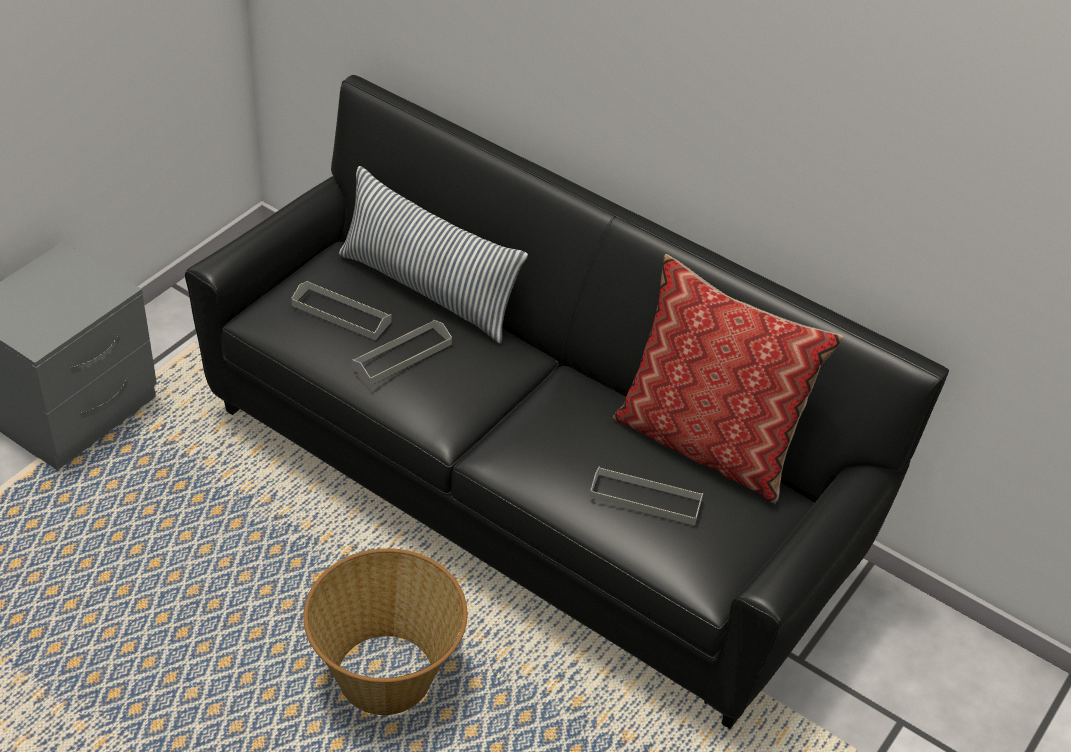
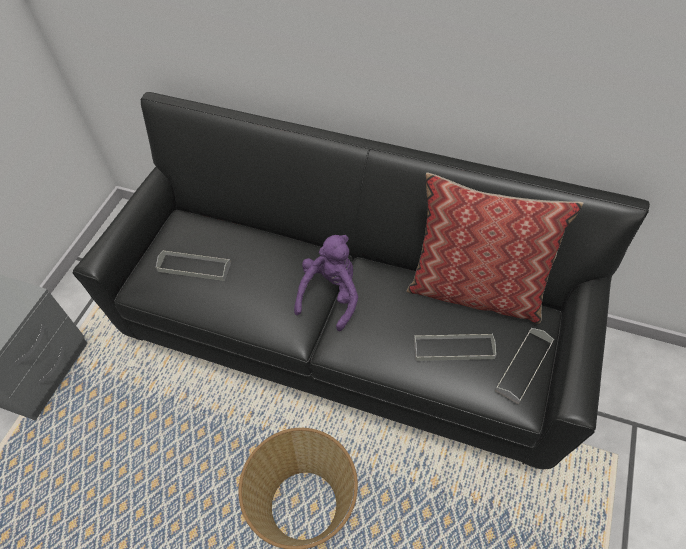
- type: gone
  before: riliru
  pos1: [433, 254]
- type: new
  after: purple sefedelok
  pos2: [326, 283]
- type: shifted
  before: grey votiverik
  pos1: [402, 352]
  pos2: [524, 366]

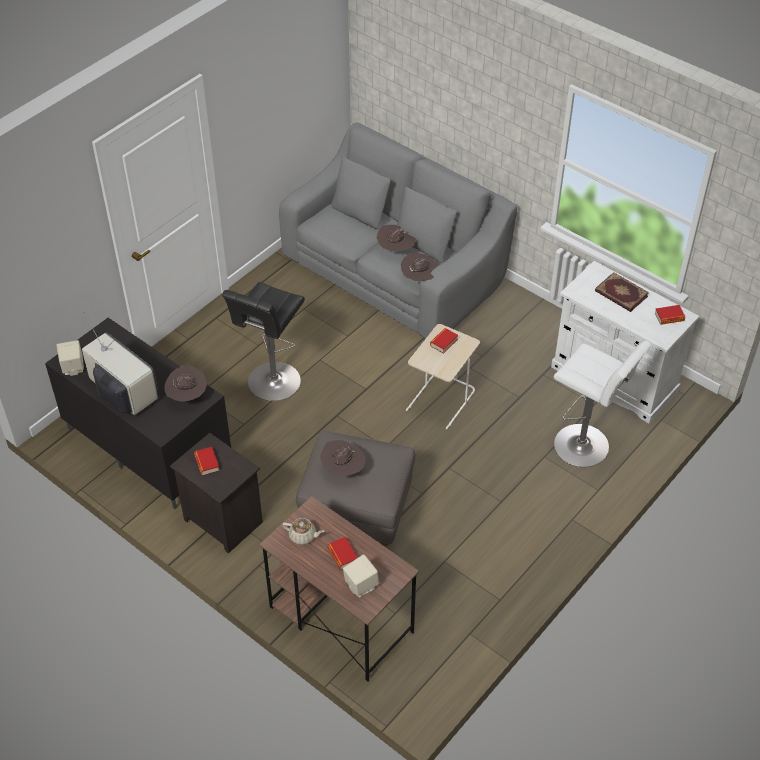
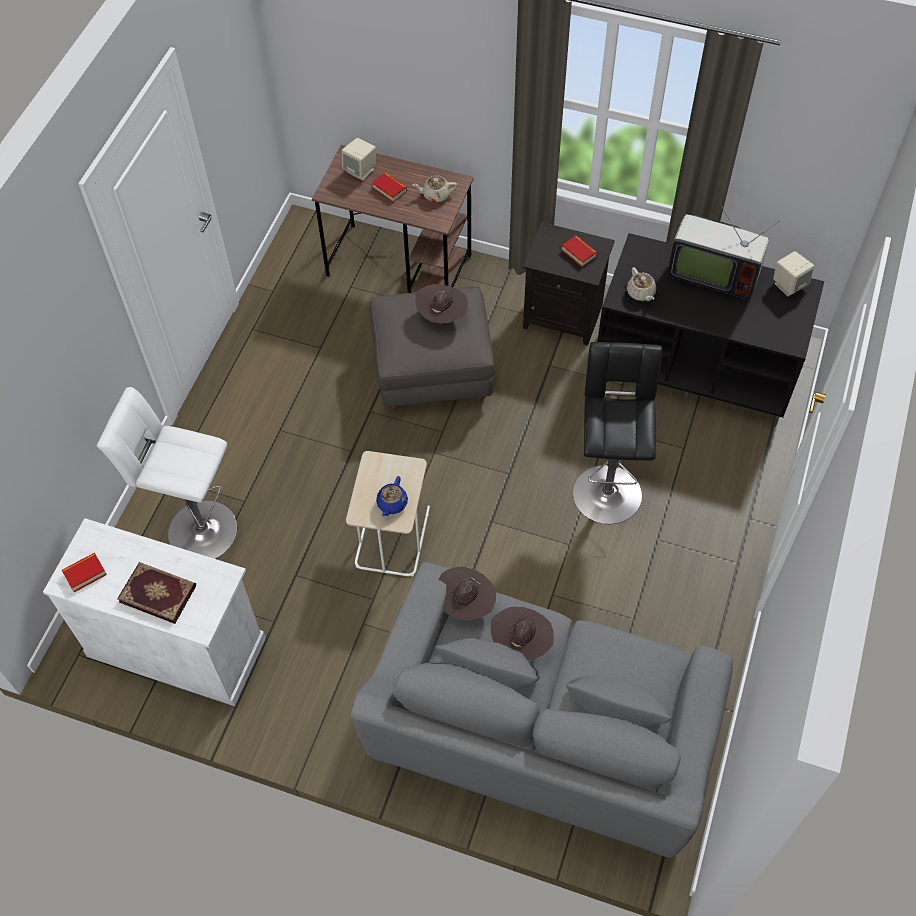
- type: swapped
  before: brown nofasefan
  after: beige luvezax
  pos1: [185, 383]
  pos2: [641, 284]
- type: swapped
  before: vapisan
  after: blue luvezax
  pos1: [444, 341]
  pos2: [392, 496]

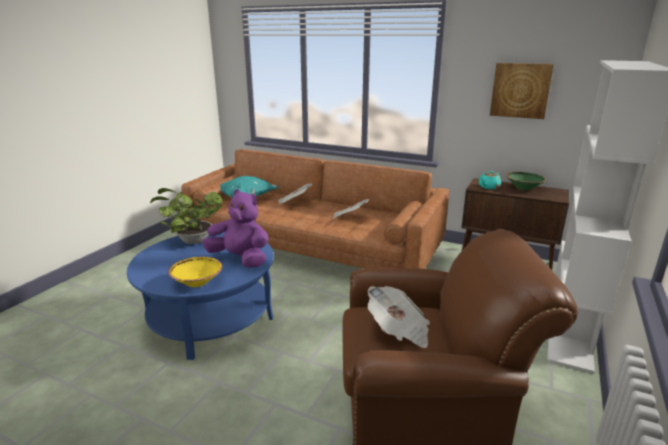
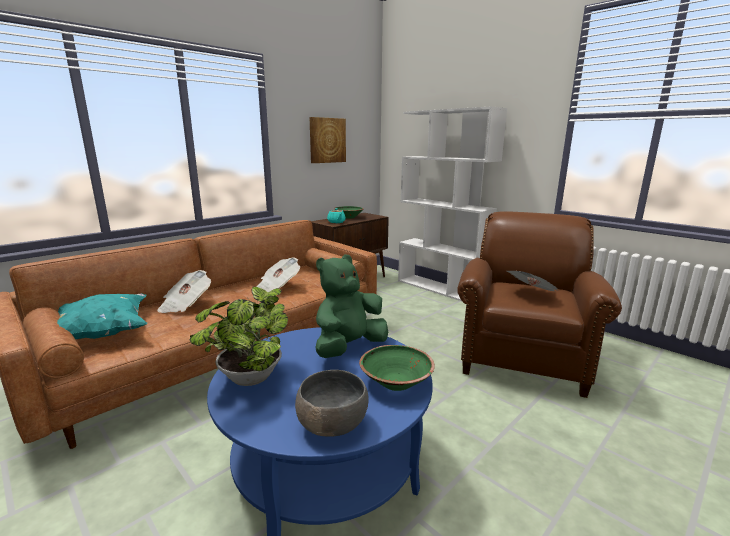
- type: new
  after: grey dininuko
  pos2: [332, 403]
- type: repainted
  before: yellow dininuko
  after: green dininuko
  pos1: [195, 272]
  pos2: [397, 368]
- type: repainted
  before: purple sefedelok
  after: green sefedelok
  pos1: [235, 228]
  pos2: [351, 306]

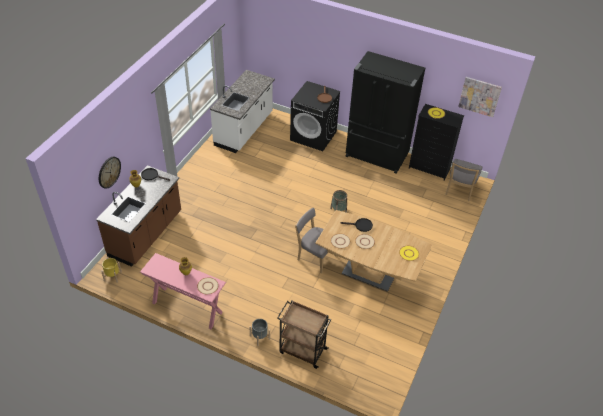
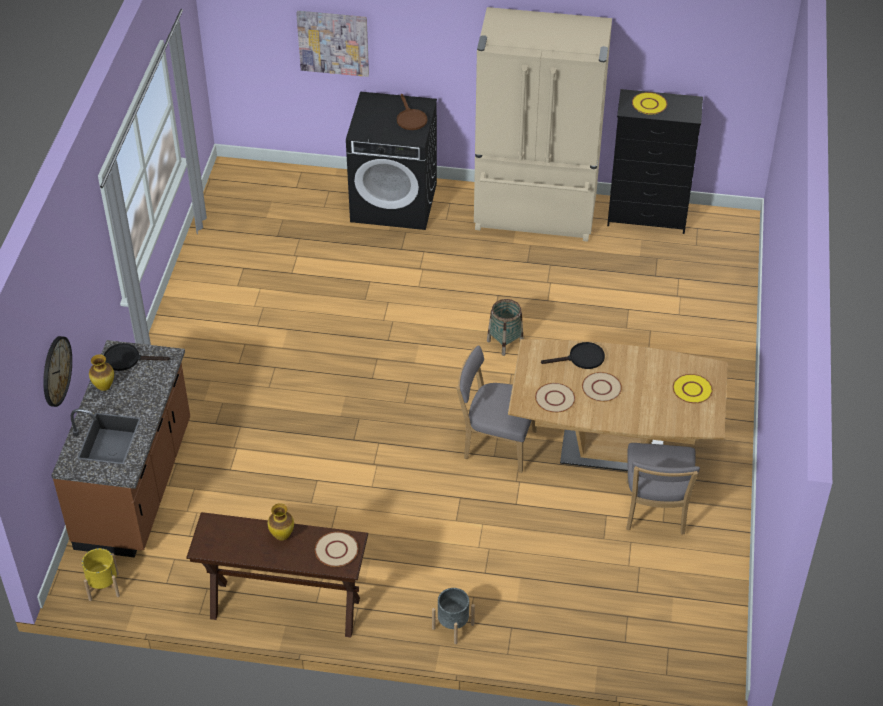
- type: gone
  before: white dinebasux
  pos1: [242, 111]
- type: gone
  before: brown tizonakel
  pos1: [304, 334]
- type: shifted
  before: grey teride
  pos1: [464, 180]
  pos2: [663, 489]
- type: shifted
  before: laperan
  pos1: [480, 97]
  pos2: [332, 44]
- type: repainted
  before: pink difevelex
  after: brown difevelex
  pos1: [183, 291]
  pos2: [277, 574]
- type: repainted
  before: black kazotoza
  after: beige kazotoza
  pos1: [385, 112]
  pos2: [543, 124]

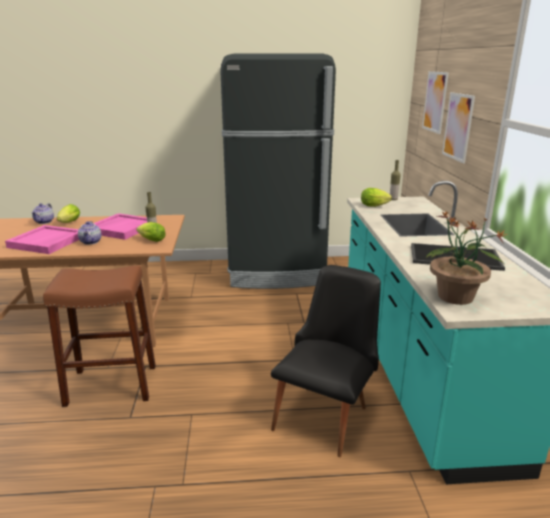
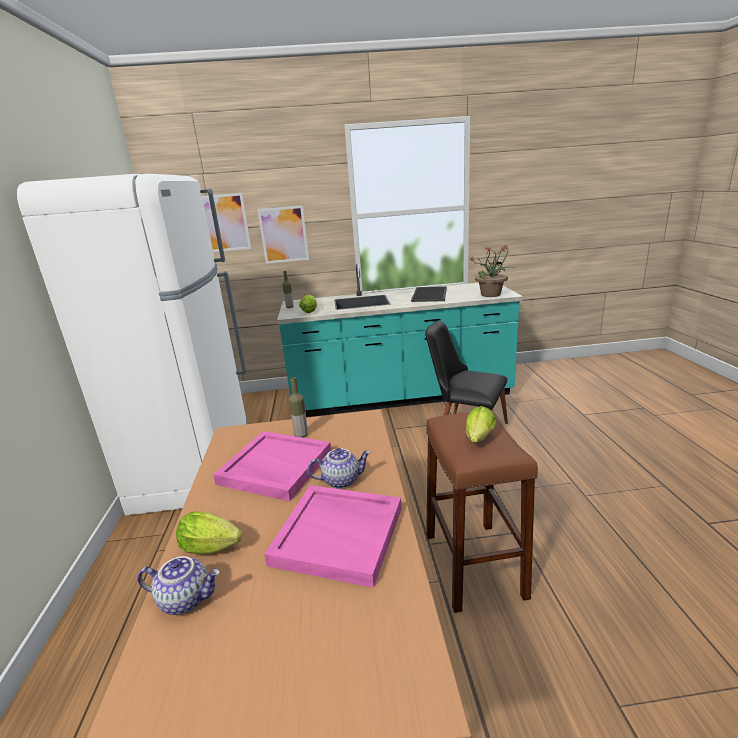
- type: shifted
  before: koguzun
  pos1: [151, 232]
  pos2: [481, 424]
- type: repainted
  before: black kazotoza
  after: white kazotoza
  pos1: [278, 171]
  pos2: [132, 344]

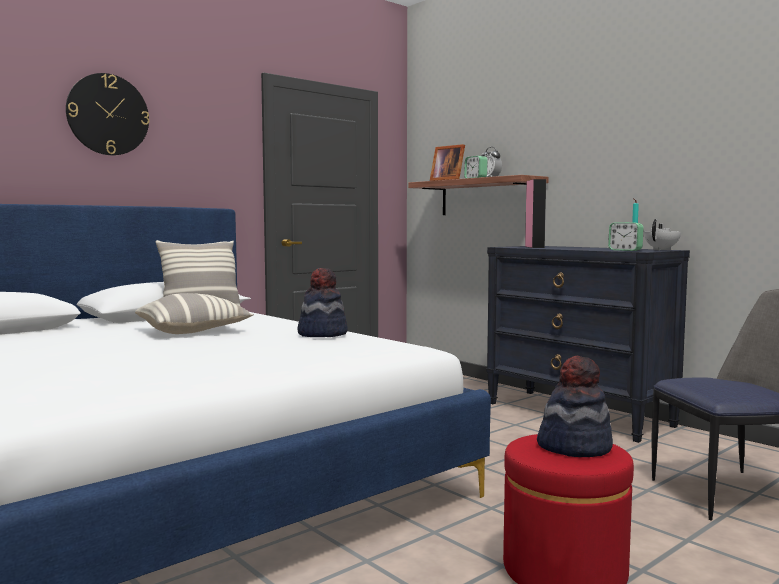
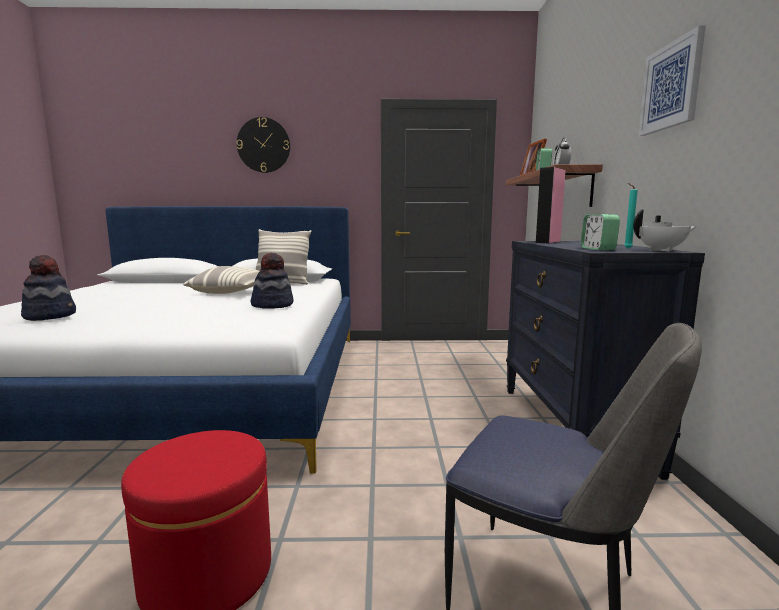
- type: new
  after: laperan
  pos2: [672, 80]
- type: shifted
  before: nofasefan
  pos1: [575, 406]
  pos2: [48, 288]

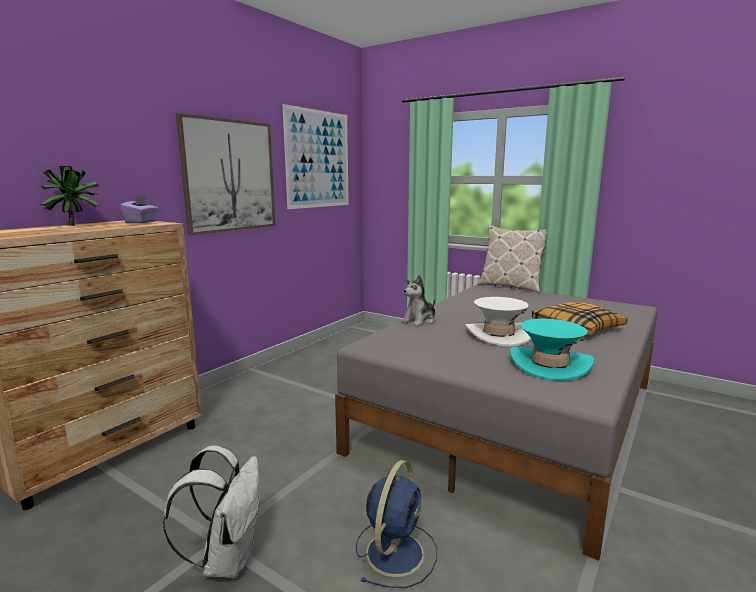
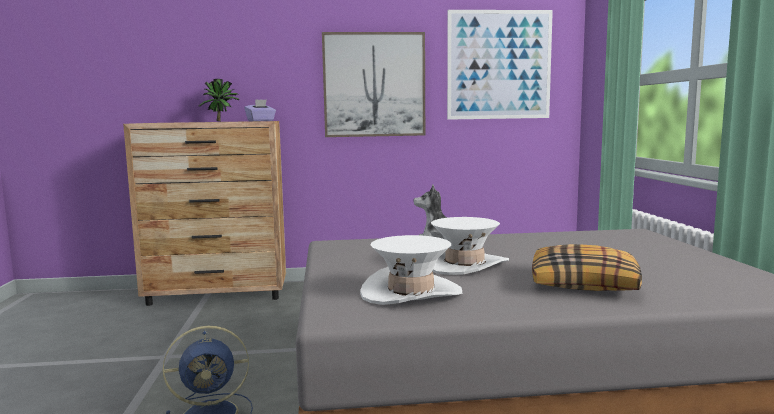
- type: gone
  before: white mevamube
  pos1: [211, 511]
- type: gone
  before: riliru
  pos1: [512, 259]
- type: repainted
  before: turquoise nofasefan
  after: white nofasefan
  pos1: [552, 350]
  pos2: [411, 270]

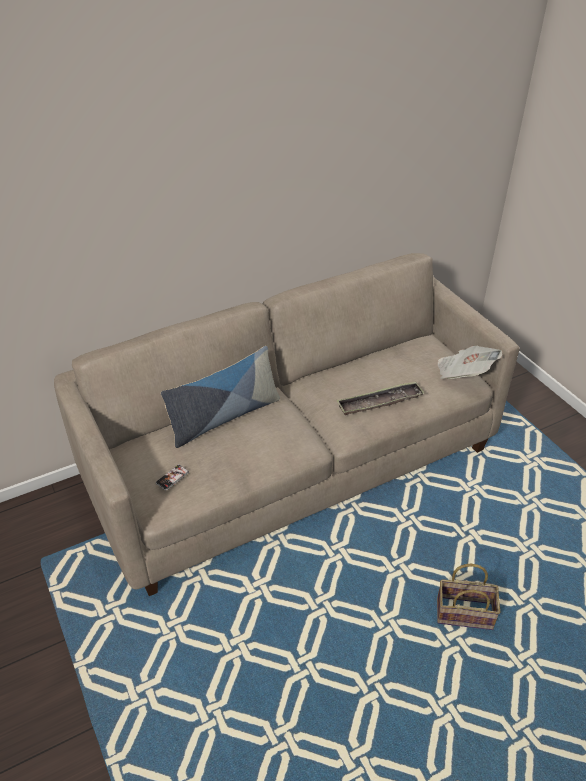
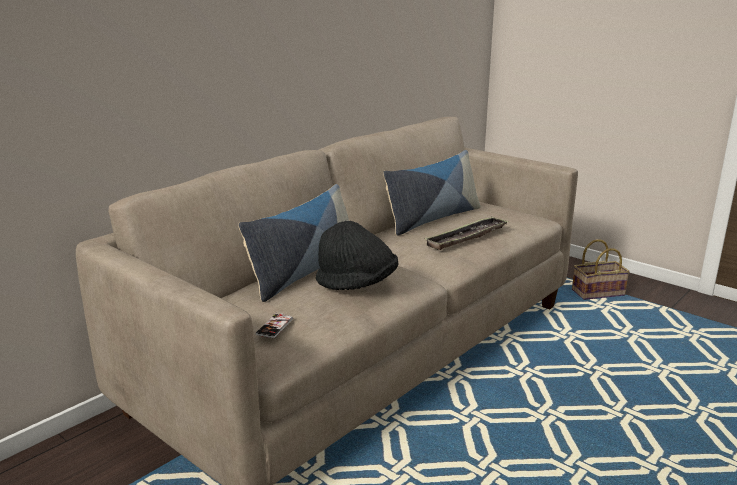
- type: gone
  before: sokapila
  pos1: [470, 362]
- type: new
  after: black nofasefan
  pos2: [357, 255]
- type: new
  after: riliru
  pos2: [432, 193]
- type: shifted
  before: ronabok
  pos1: [468, 597]
  pos2: [601, 269]

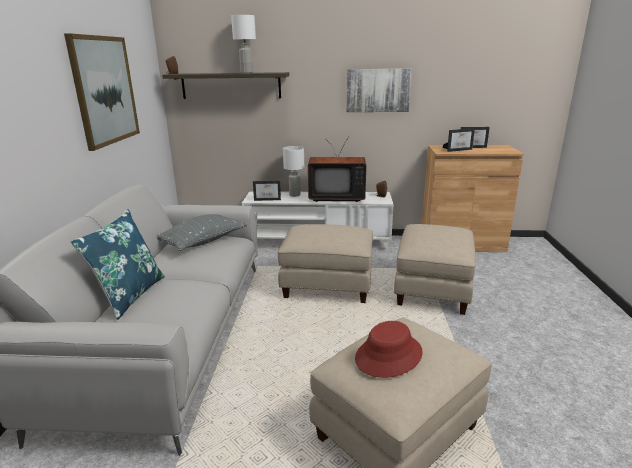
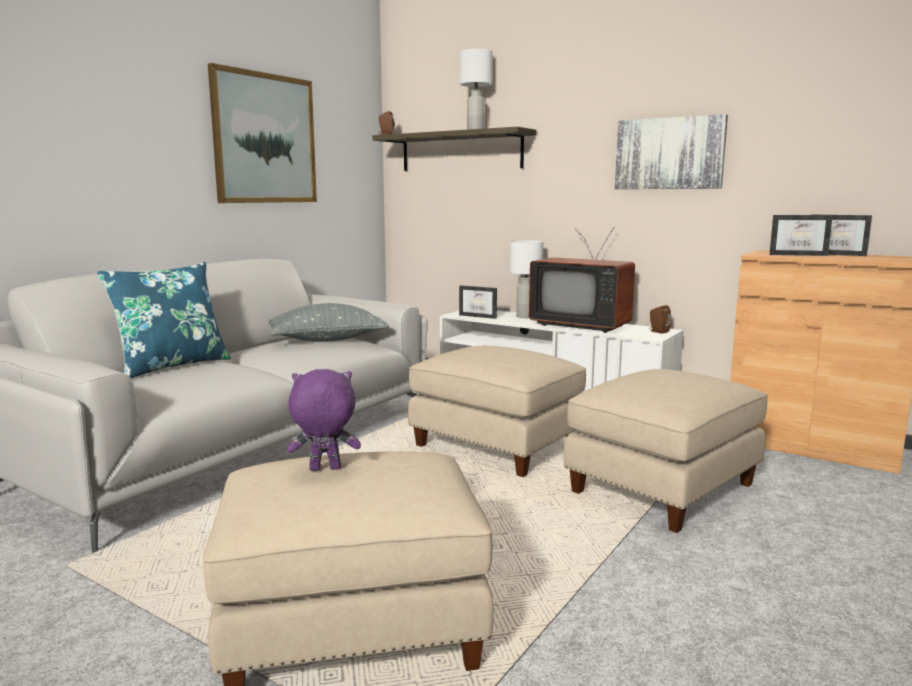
- type: swapped
  before: red nofasefan
  after: purple sefedelok
  pos1: [389, 349]
  pos2: [324, 420]

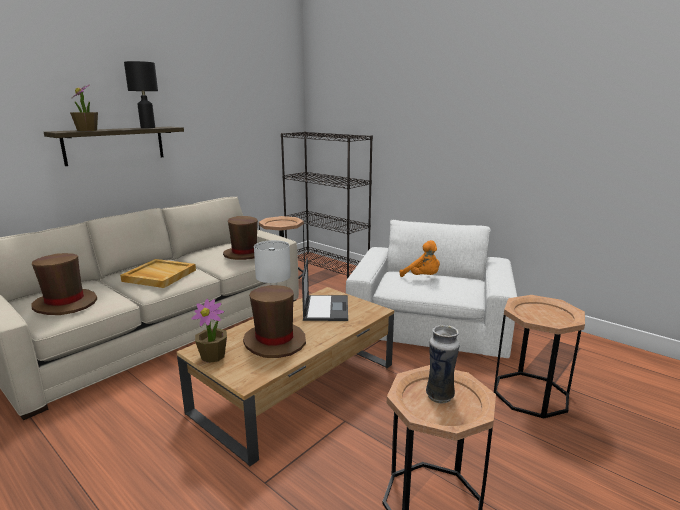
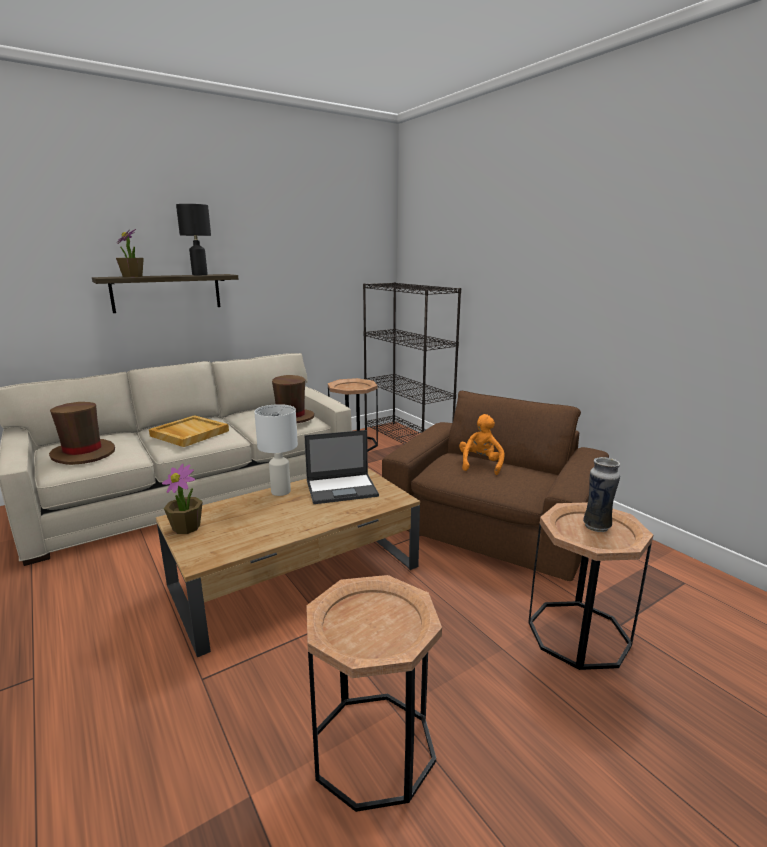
- type: gone
  before: brown nofasefan
  pos1: [274, 321]
- type: shifted
  before: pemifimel
  pos1: [442, 364]
  pos2: [601, 494]
- type: repainted
  before: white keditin
  after: brown keditin
  pos1: [431, 289]
  pos2: [495, 486]
- type: rotated
  before: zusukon
  pos1: [325, 289]
  pos2: [341, 467]
  turn: 60
- type: rotated
  before: orange sefedelok
  pos1: [420, 258]
  pos2: [481, 444]
  turn: -135

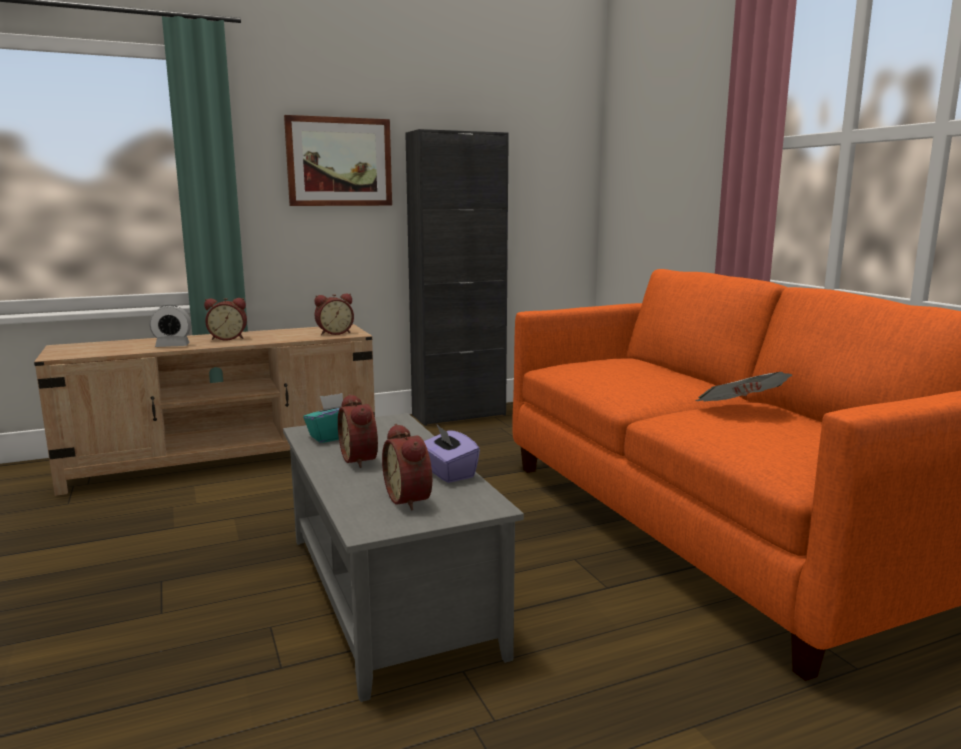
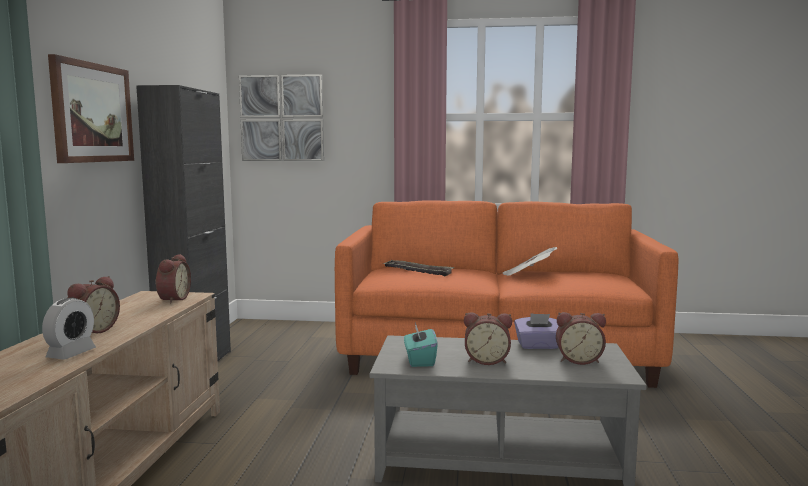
- type: new
  after: laperan
  pos2: [281, 117]
- type: new
  after: votiverik
  pos2: [418, 268]

